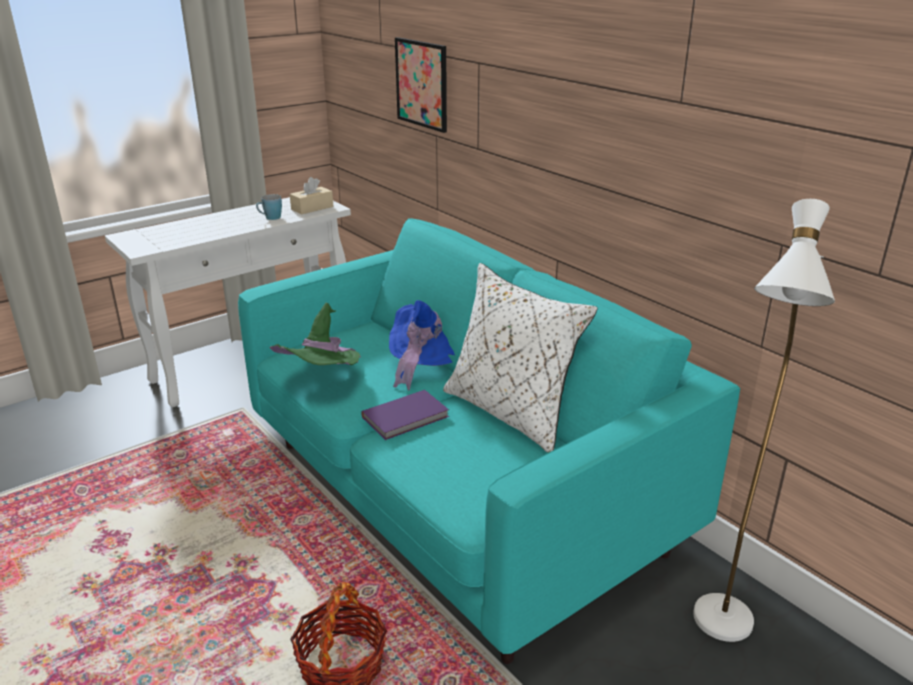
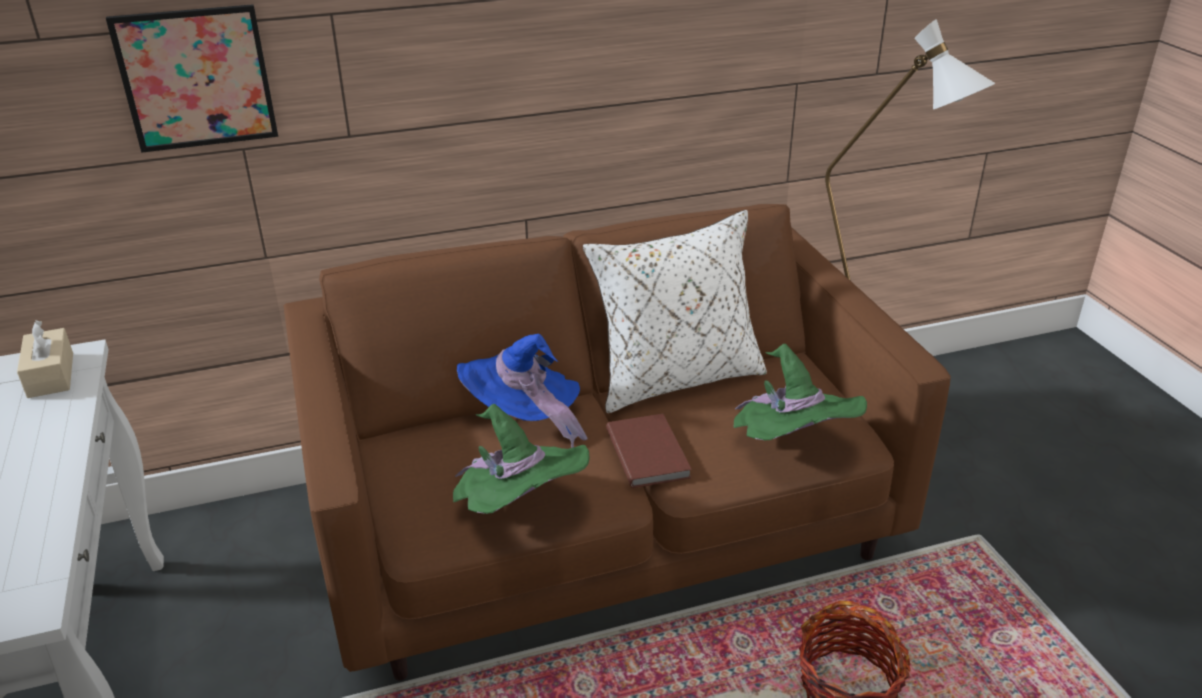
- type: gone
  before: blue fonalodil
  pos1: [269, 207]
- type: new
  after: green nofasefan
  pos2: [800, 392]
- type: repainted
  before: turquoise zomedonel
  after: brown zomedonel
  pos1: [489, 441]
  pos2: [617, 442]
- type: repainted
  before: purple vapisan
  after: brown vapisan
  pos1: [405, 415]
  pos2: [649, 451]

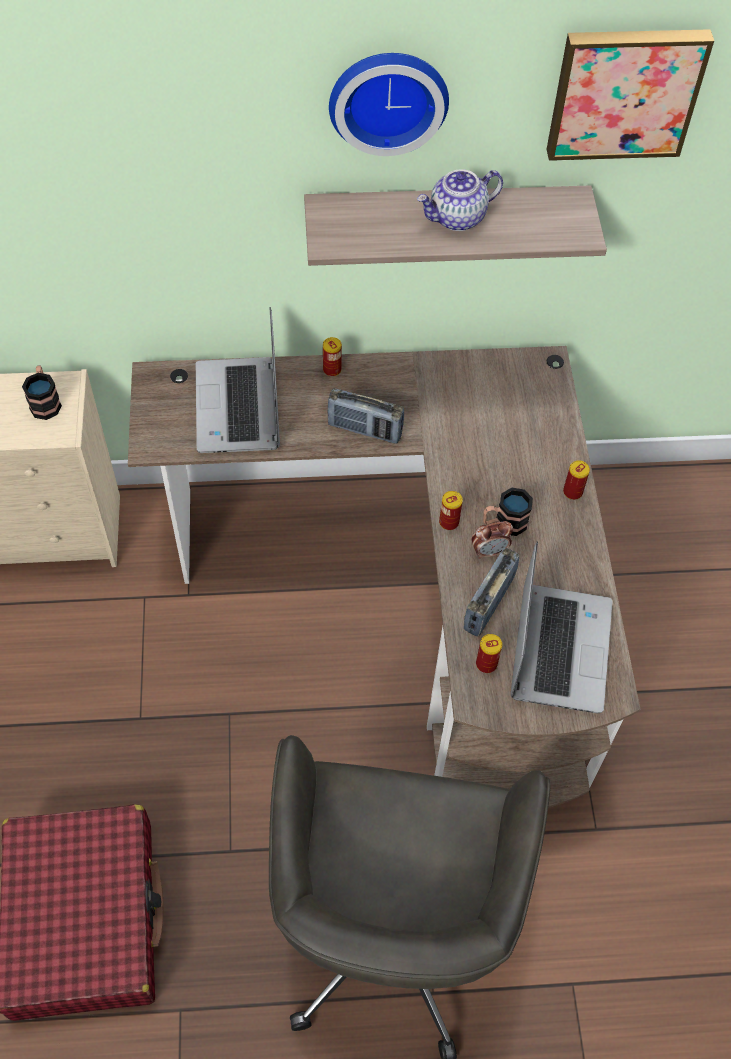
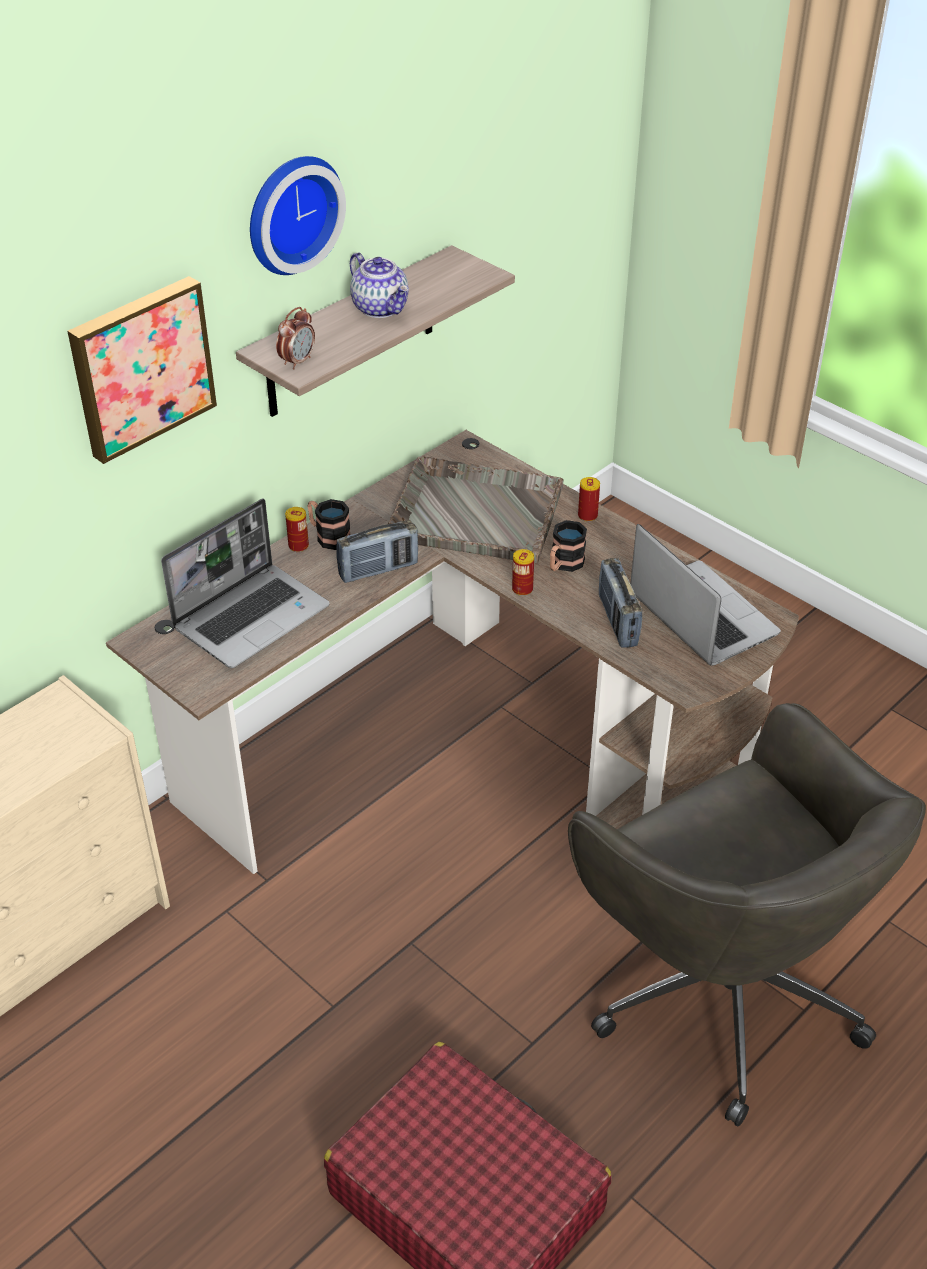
- type: gone
  before: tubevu
  pos1: [489, 653]
- type: new
  after: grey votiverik
  pos2: [476, 509]
- type: shifted
  before: fonalodil
  pos1: [42, 392]
  pos2: [329, 524]
- type: shifted
  before: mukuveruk
  pos1: [492, 540]
  pos2: [295, 338]
- type: shifted
  before: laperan
  pos1: [630, 95]
  pos2: [142, 370]
- type: rotated
  before: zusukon
  pos1: [238, 380]
  pos2: [245, 583]
  turn: -90
- type: rotated
  before: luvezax
  pos1: [460, 200]
  pos2: [379, 285]
  turn: -60

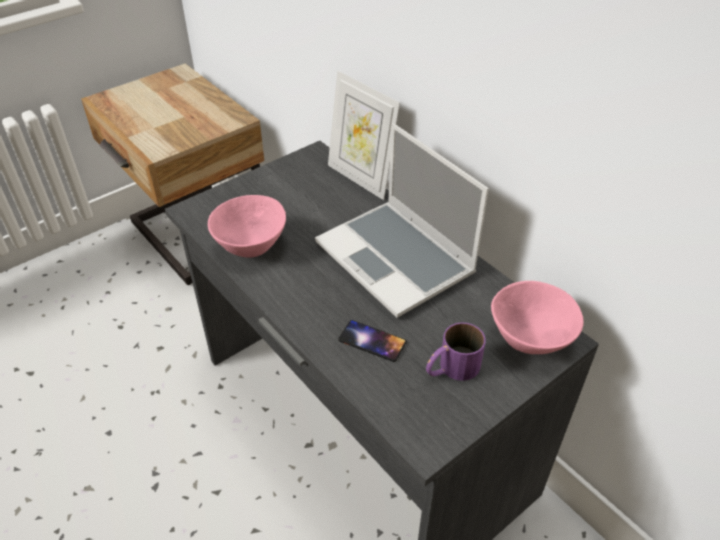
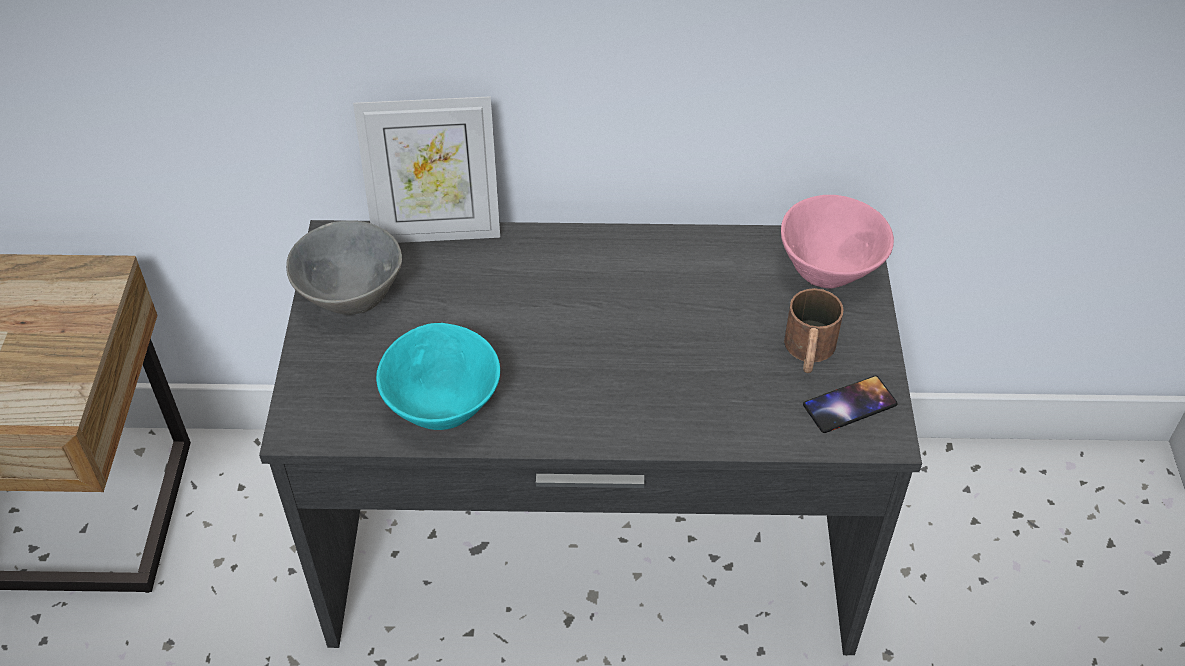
- type: gone
  before: zusukon
  pos1: [402, 220]
- type: new
  after: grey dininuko
  pos2: [344, 267]
- type: shifted
  before: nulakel
  pos1: [372, 341]
  pos2: [850, 404]
- type: repainted
  before: pink dininuko
  after: turquoise dininuko
  pos1: [247, 226]
  pos2: [438, 376]
- type: repainted
  before: purple fonalodil
  after: brown fonalodil
  pos1: [456, 351]
  pos2: [813, 330]

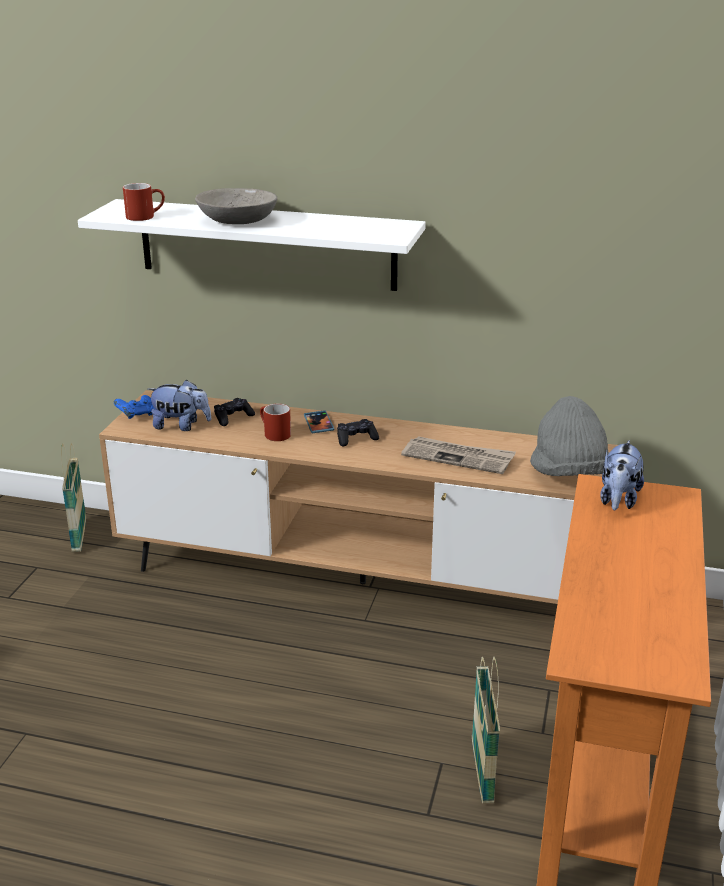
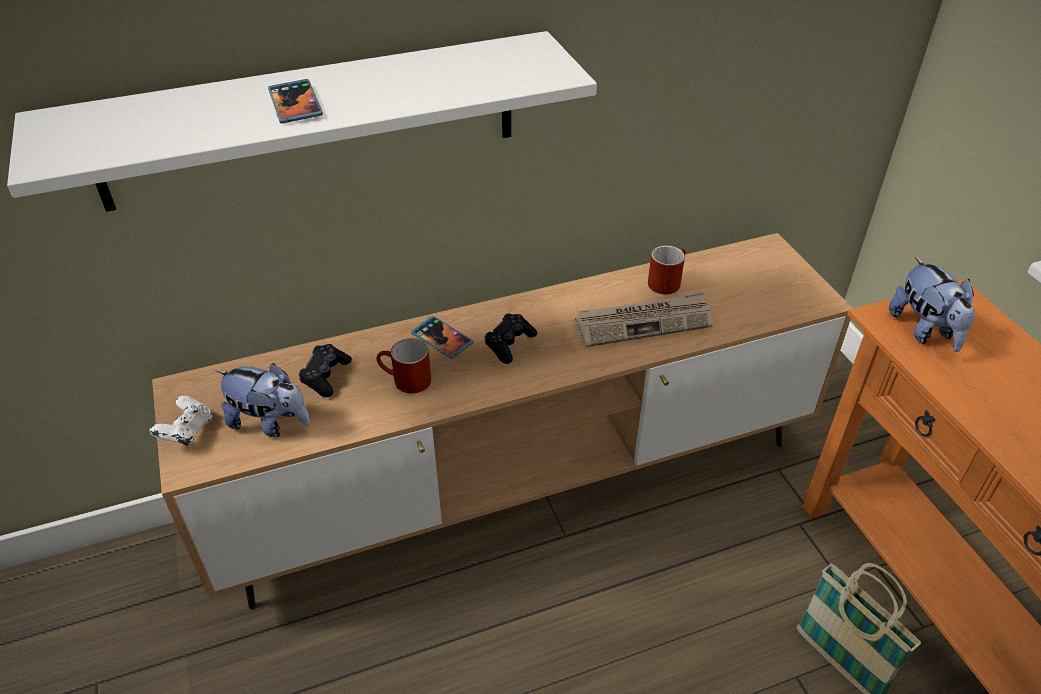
- type: gone
  before: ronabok
  pos1: [73, 497]
- type: gone
  before: grey nofasefan
  pos1: [569, 436]
- type: shifted
  before: red fonalodil
  pos1: [144, 202]
  pos2: [667, 269]
- type: swapped
  before: grey dininuko
  after: nulakel
  pos1: [236, 206]
  pos2: [295, 101]
- type: repainted
  before: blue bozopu
  after: white bozopu
  pos1: [135, 407]
  pos2: [181, 421]
- type: rotated
  before: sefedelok
  pos1: [179, 405]
  pos2: [262, 400]
  turn: 45

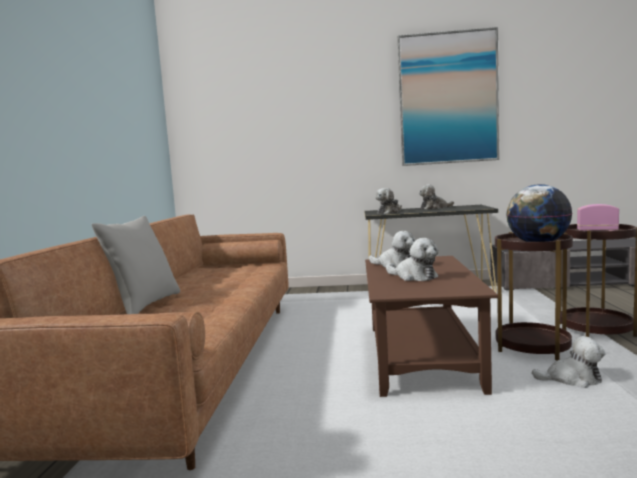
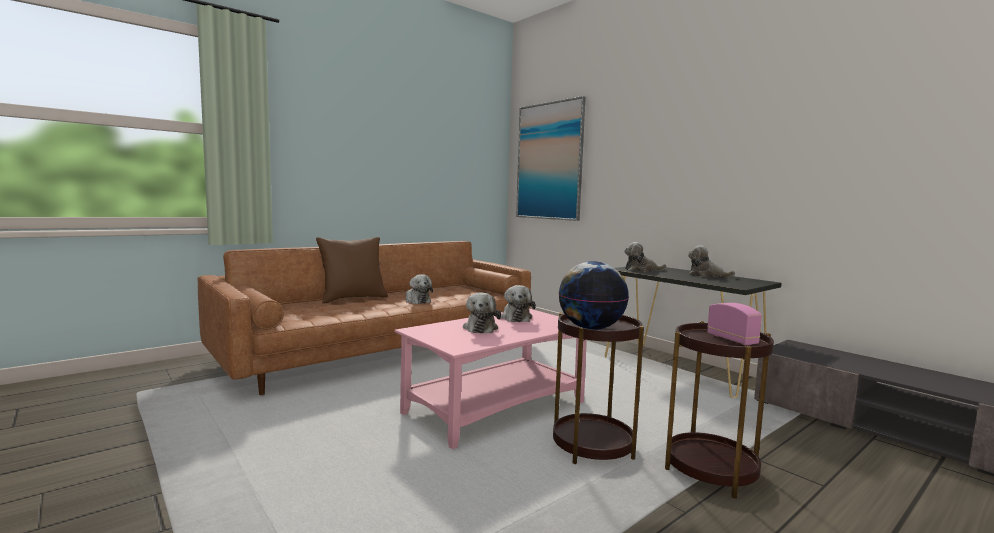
- type: shifted
  before: laperan
  pos1: [448, 96]
  pos2: [551, 158]
- type: shifted
  before: sefedelok
  pos1: [569, 362]
  pos2: [419, 289]
- type: repainted
  before: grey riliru
  after: brown riliru
  pos1: [135, 265]
  pos2: [352, 270]
- type: repainted
  before: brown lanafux
  after: pink lanafux
  pos1: [431, 326]
  pos2: [491, 379]

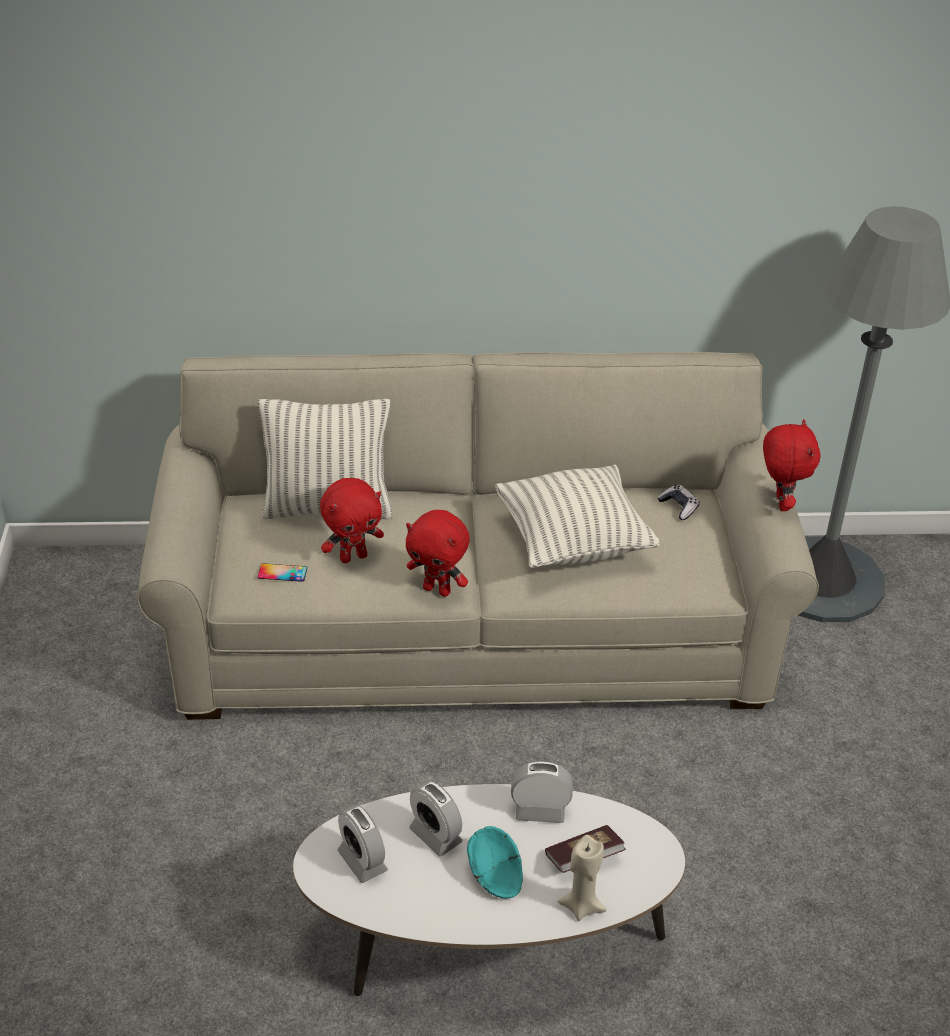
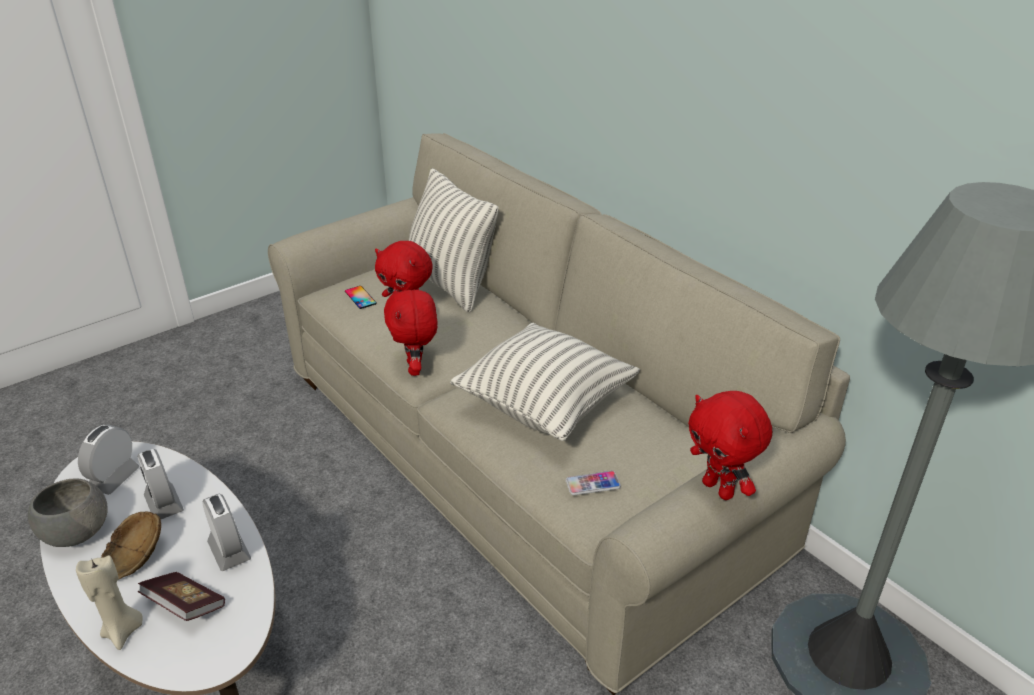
- type: gone
  before: bozopu
  pos1: [678, 502]
- type: new
  after: grey dininuko
  pos2: [68, 512]
- type: new
  after: nulakel
  pos2: [593, 483]
- type: repainted
  before: turquoise dininuko
  after: brown dininuko
  pos1: [495, 862]
  pos2: [131, 545]
- type: rotated
  before: mukuveruk
  pos1: [435, 819]
  pos2: [160, 484]
  turn: -45
- type: rotated
  before: red sefedelok
  pos1: [792, 465]
  pos2: [730, 445]
  turn: 90

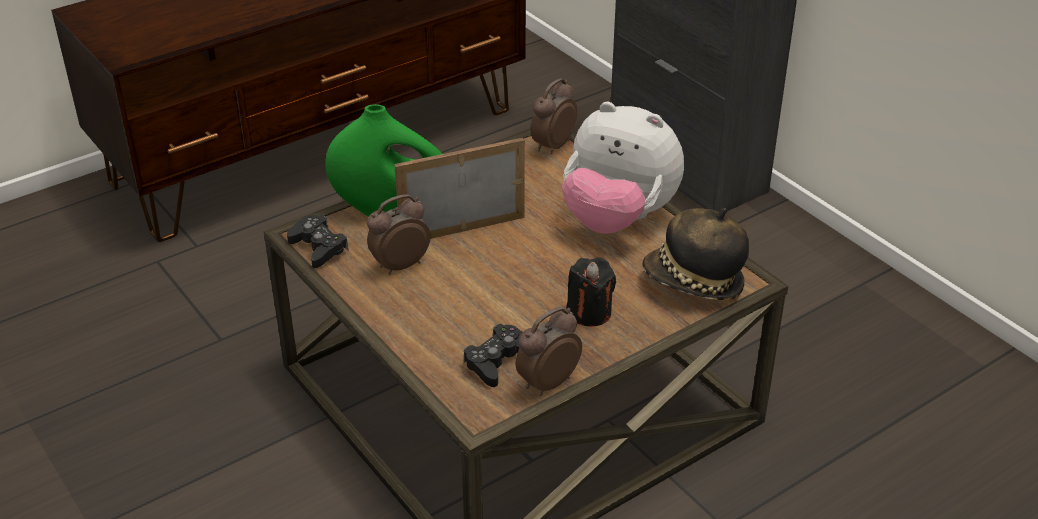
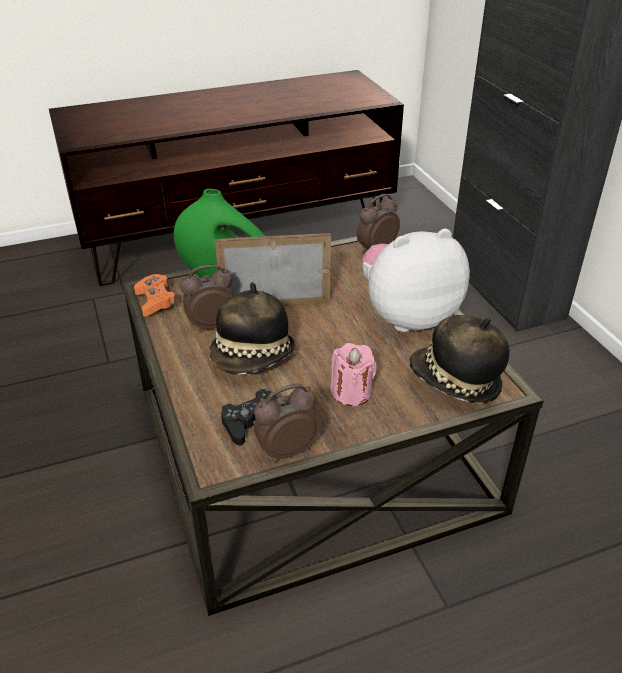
- type: new
  after: nofasefan
  pos2: [252, 328]
- type: repainted
  before: black bozopu
  after: orange bozopu
  pos1: [318, 241]
  pos2: [155, 295]
- type: repainted
  before: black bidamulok
  after: pink bidamulok
  pos1: [591, 292]
  pos2: [353, 374]
- type: rotated
  before: sefedelok
  pos1: [623, 168]
  pos2: [416, 280]
  turn: 120

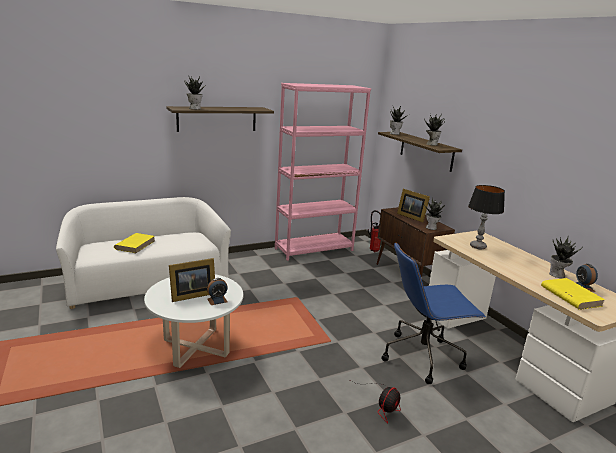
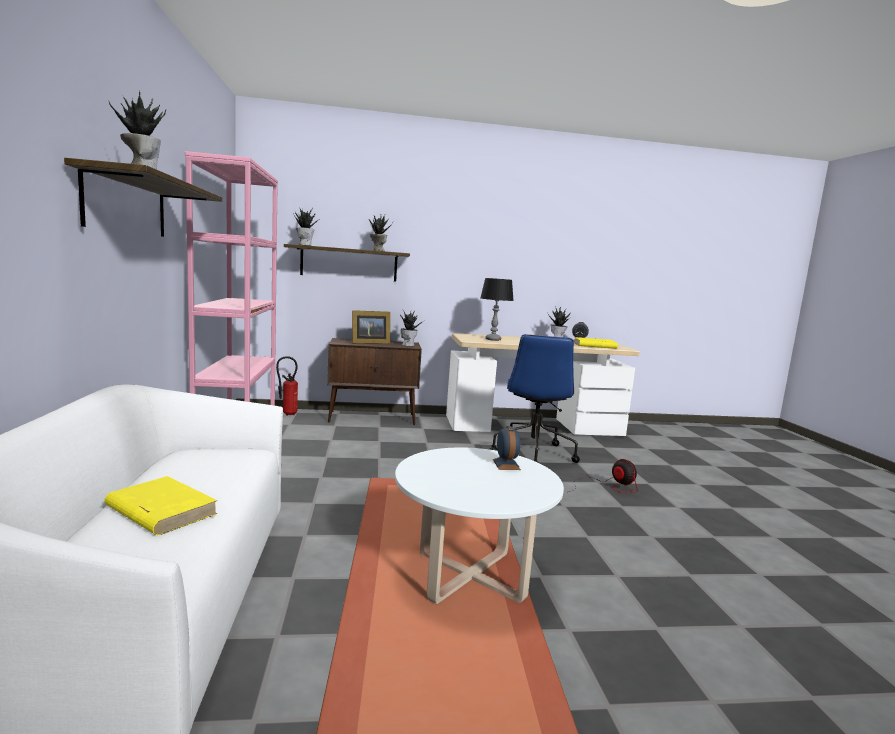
- type: gone
  before: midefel
  pos1: [192, 280]

